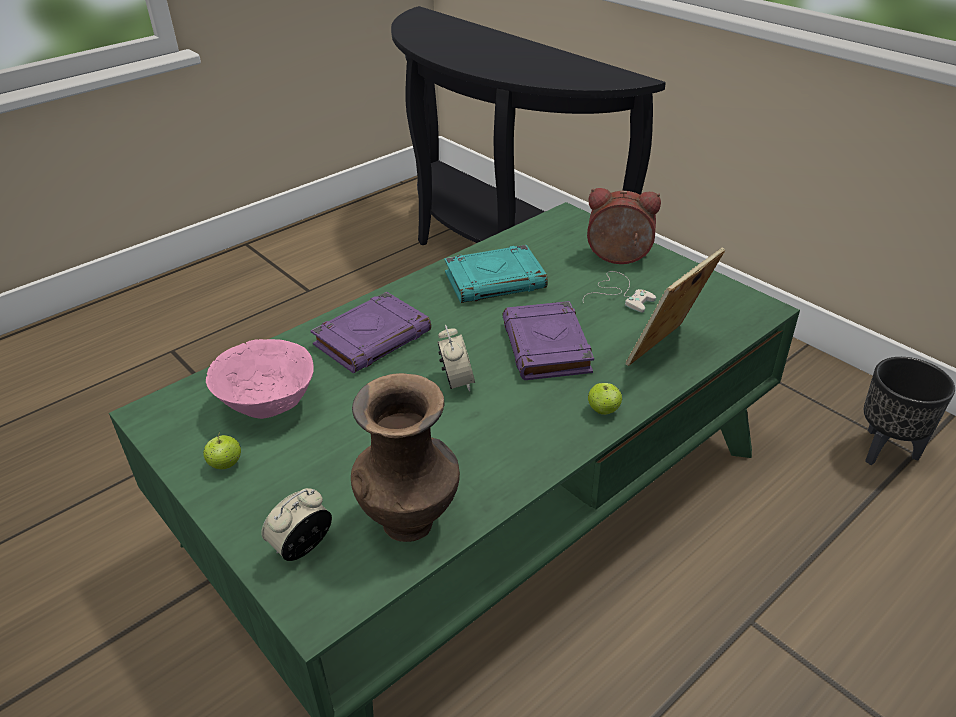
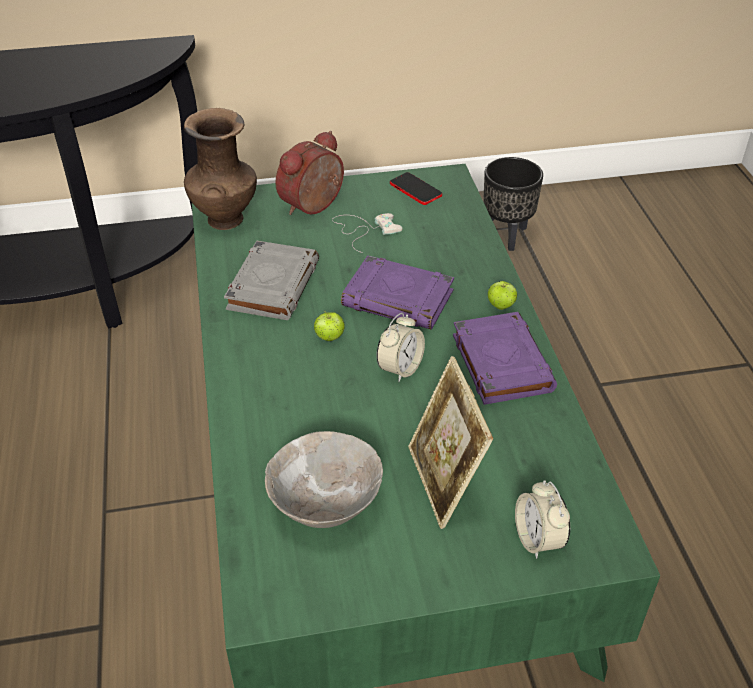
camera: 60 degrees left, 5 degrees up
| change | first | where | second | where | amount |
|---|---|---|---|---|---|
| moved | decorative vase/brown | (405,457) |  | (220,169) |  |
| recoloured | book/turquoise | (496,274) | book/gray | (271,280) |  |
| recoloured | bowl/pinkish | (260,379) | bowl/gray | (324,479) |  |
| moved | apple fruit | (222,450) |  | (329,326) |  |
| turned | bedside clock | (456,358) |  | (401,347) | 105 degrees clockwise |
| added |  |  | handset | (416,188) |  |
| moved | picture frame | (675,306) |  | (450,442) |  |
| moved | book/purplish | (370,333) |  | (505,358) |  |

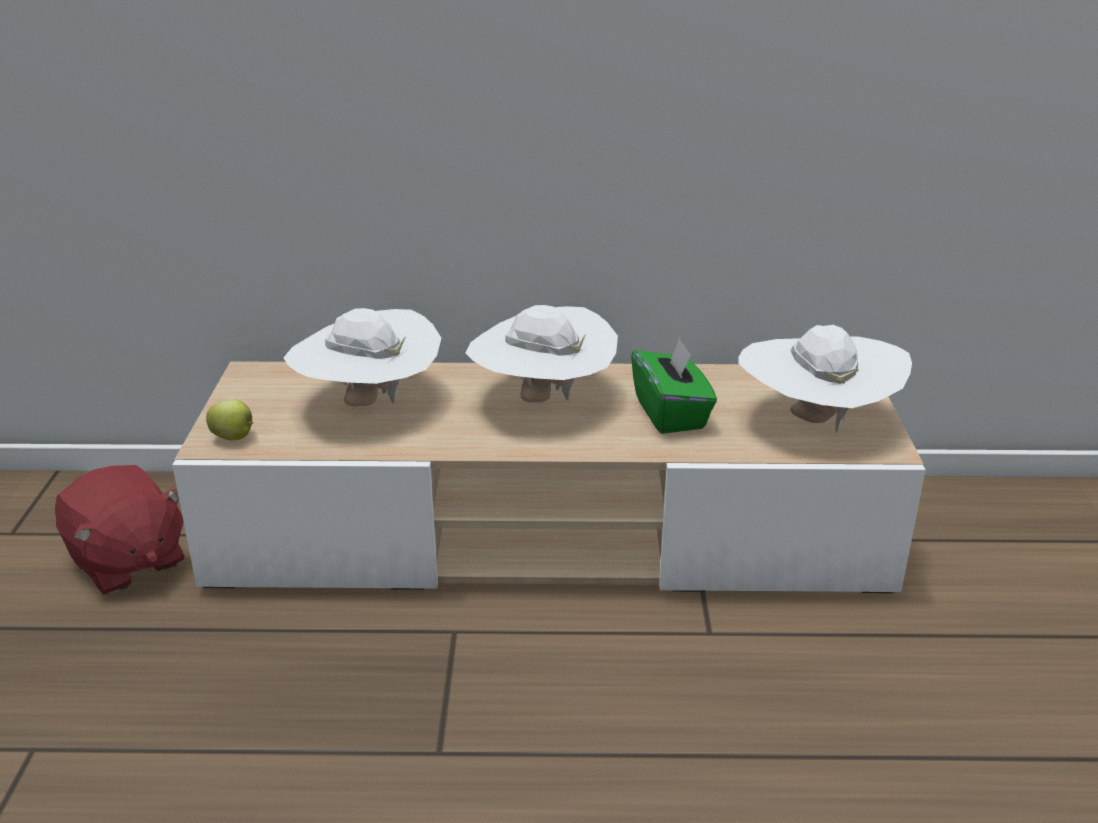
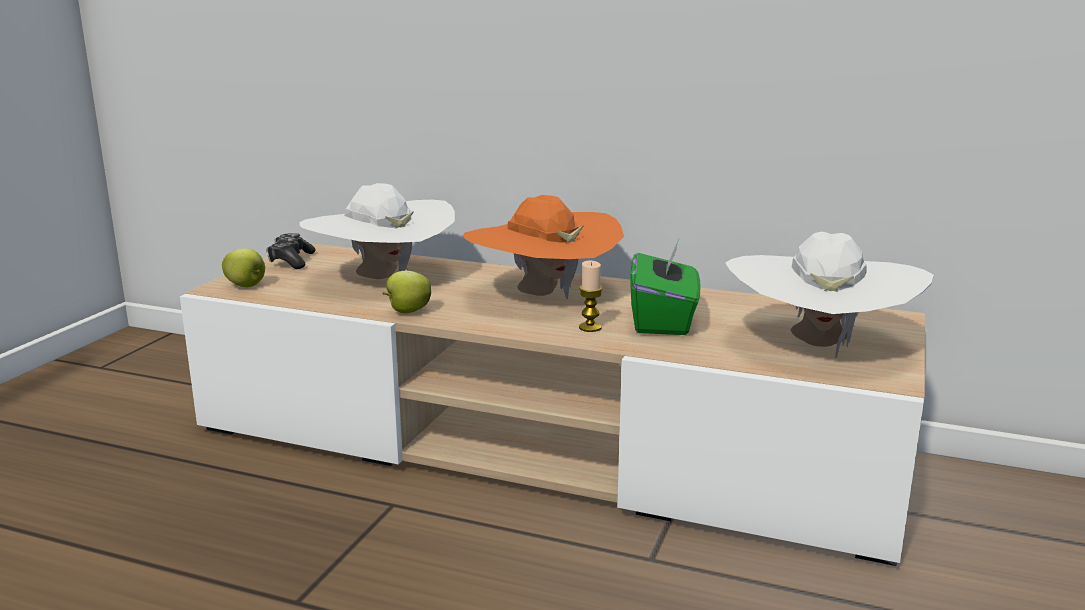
camera: 20 degrees right, 10 degrees down
| change | first | where | second | where | amount |
|---|---|---|---|---|---|
| added |  |  | gamepad | (291,251) |  |
| added |  |  | apple fruit | (406,292) |  |
| recoloured | hat/white-coloured | (541,353) | hat/orange-coloured | (543,247) |  |
| added |  |  | candle | (591,296) |  |
| removed | cuddly toy/reddish | (120,530) |  |  |  |

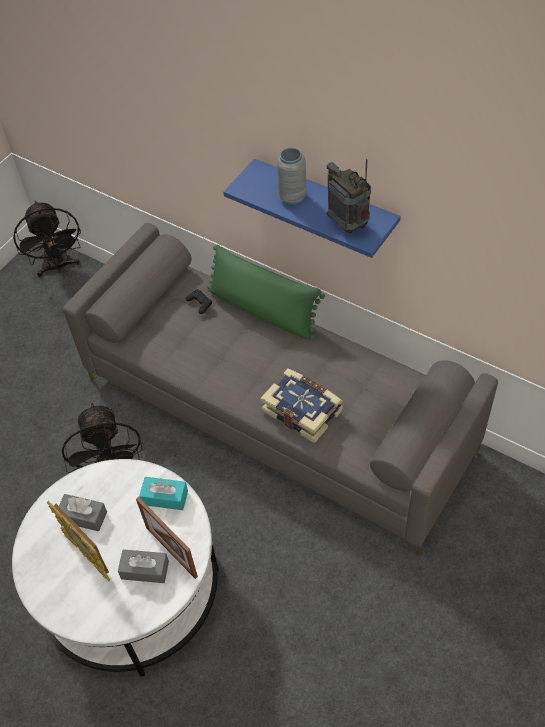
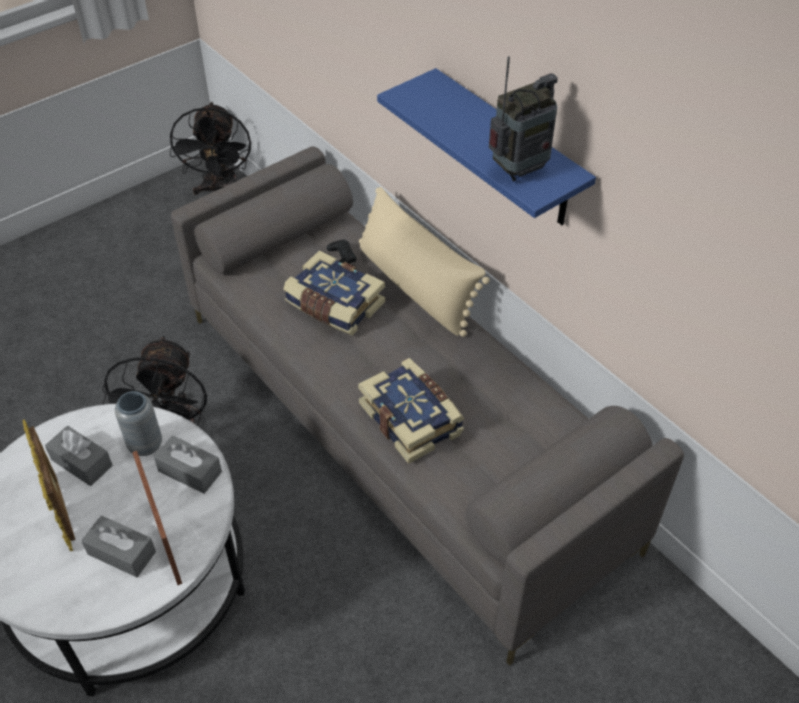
camera: 15 degrees right, 5 degrees down
| change | first | where | second | where | amount |
|---|---|---|---|---|---|
| moved | decorative vase/gray | (291,176) |  | (138,423) |  |
| recoloured | tissue box/turquoise | (163,493) | tissue box/gray | (188,465) |  |
| added |  |  | book | (334,293) |  |
| recoloured | throw pillow/green | (266,292) | throw pillow/beige | (424,262) |  |
| turned | radio set | (349,196) |  | (523,118) | 75 degrees clockwise |

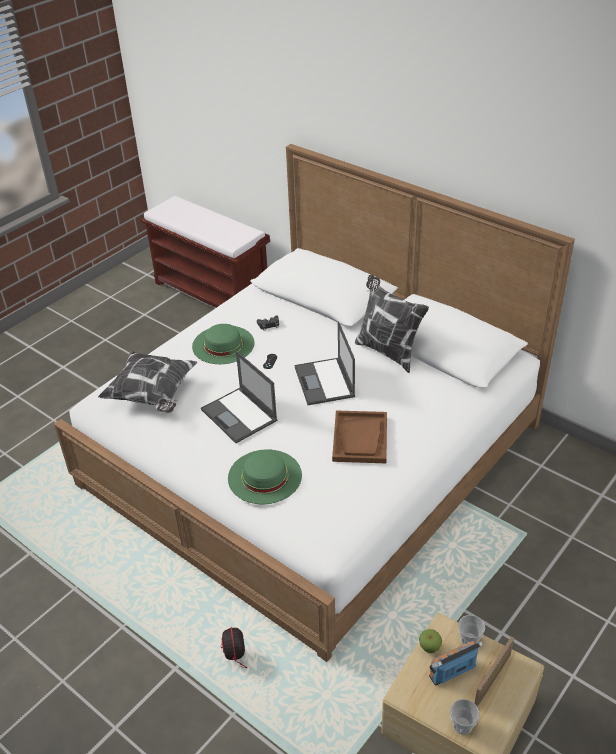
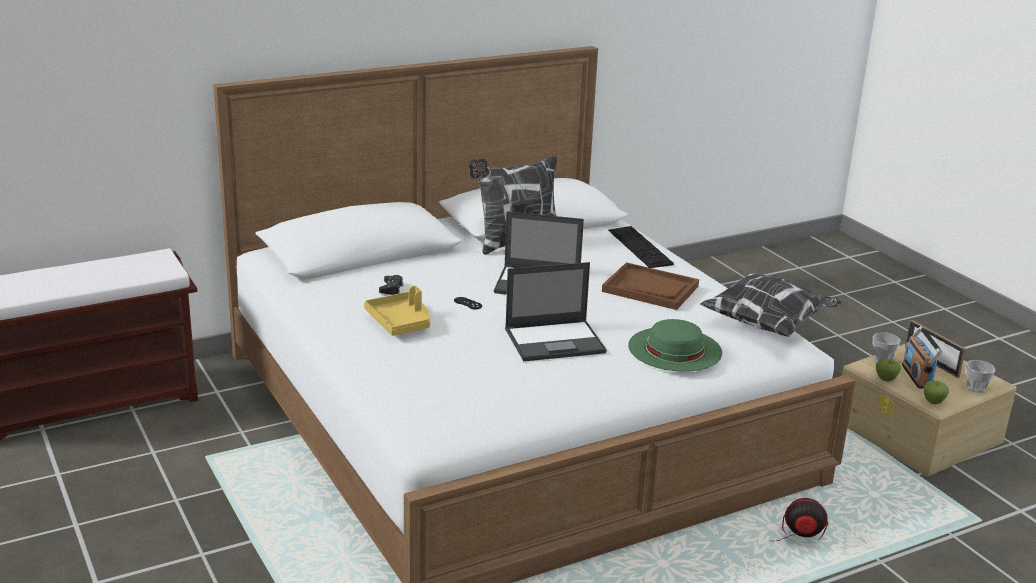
camera: 70 degrees left, 15 degrees down
| change | first | where | second | where | amount |
|---|---|---|---|---|---|
| replaced | hat/green | (223,344) | serving tray/yellow | (397,311) |  |
| added |  |  | computer keyboard | (641,247) |  |
| moved | throw pillow | (147,382) |  | (771,305) |  |
| added |  |  | apple fruit | (936,392) |  |

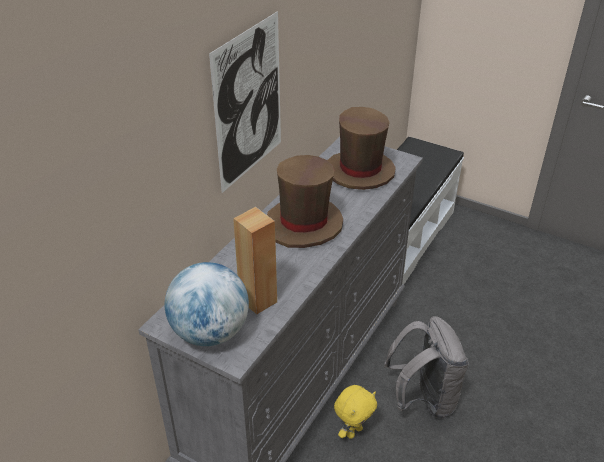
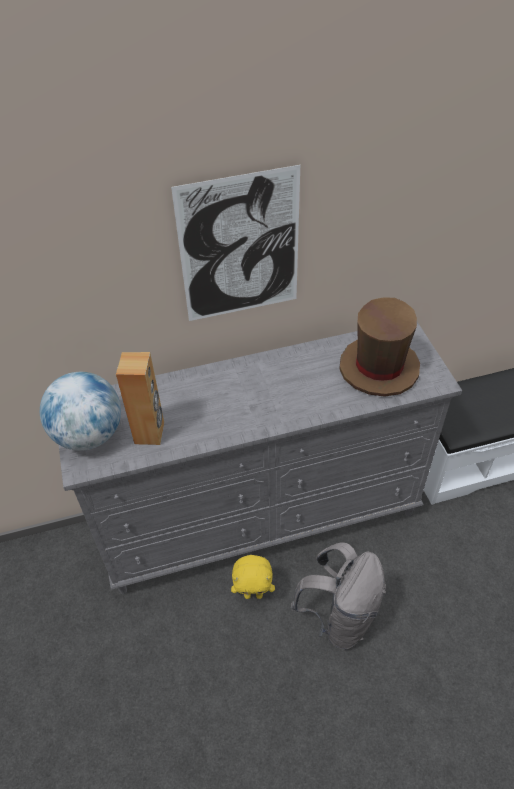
camera: 45 degrees right, 10 degrees up
| change | first | where | second | where | amount |
|---|---|---|---|---|---|
| removed | hat/brown | (305,201) |  |  |  |

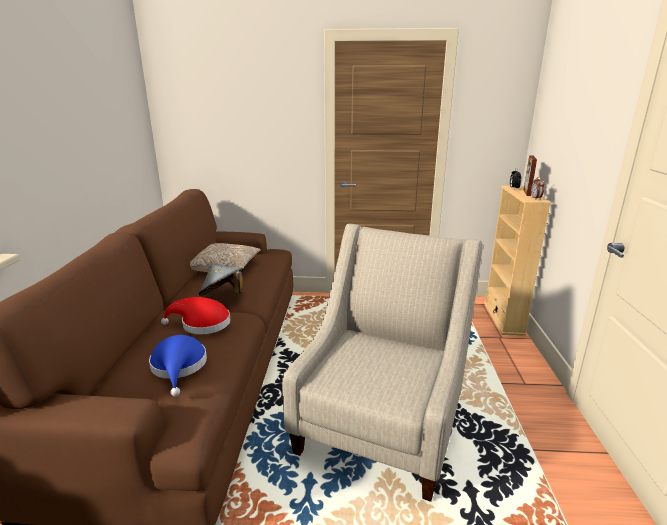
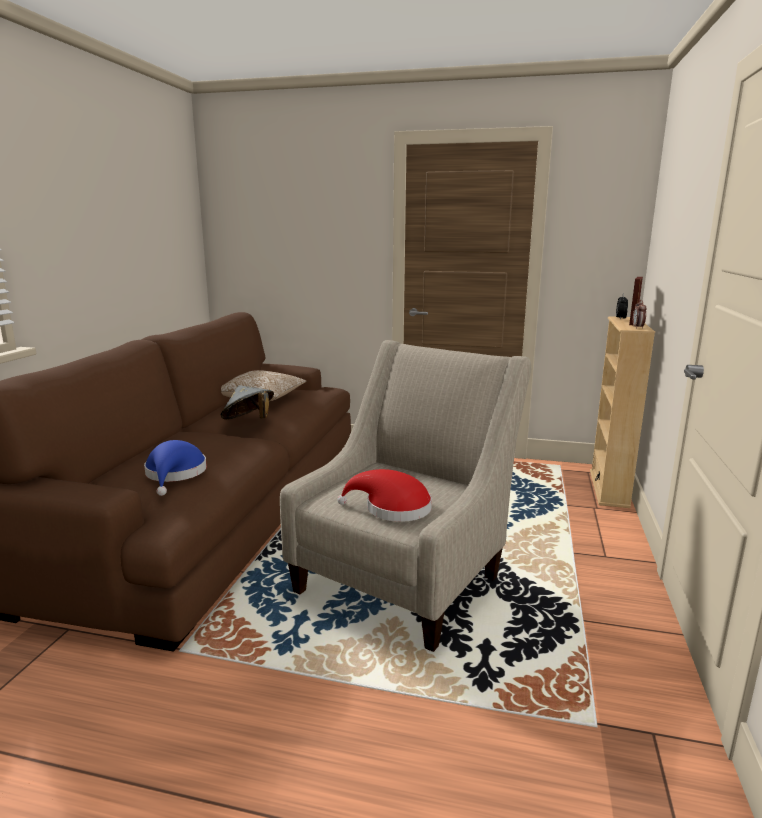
camera: 10 degrees right, 5 degrees down
| change | first | where | second | where | amount |
|---|---|---|---|---|---|
| moved | hat/reddish | (195,315) |  | (384,495) |  |

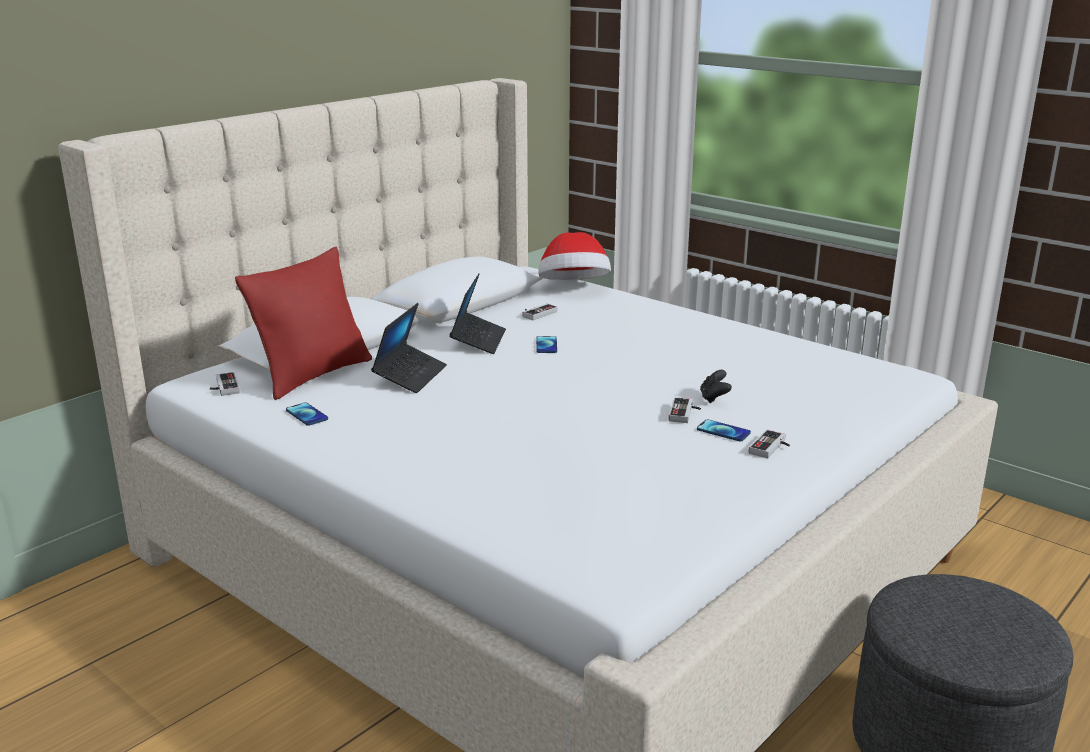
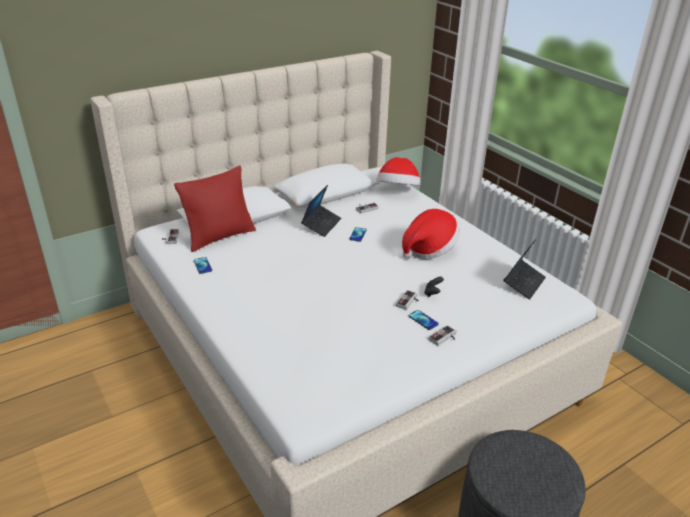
camera: 15 degrees right, 10 degrees up
| change | first | where | second | where | amount |
|---|---|---|---|---|---|
| added |  |  | hat | (431,234) |  |
| moved | laptop | (409,348) |  | (524,269) |  |

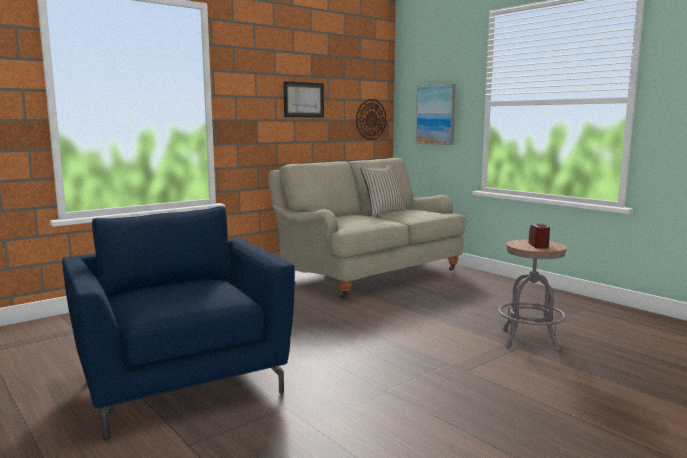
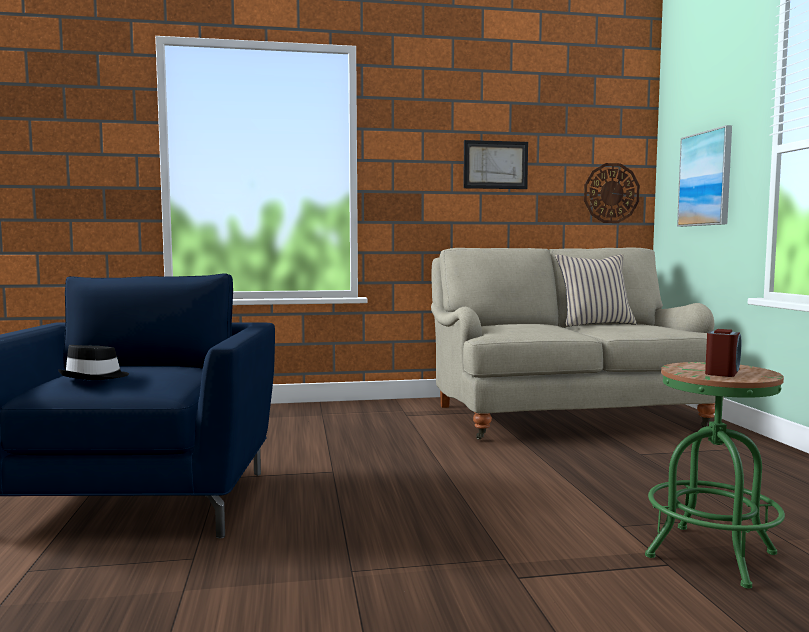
camera: 30 degrees right, 5 degrees down
| change | first | where | second | where | amount |
|---|---|---|---|---|---|
| added |  |  | hat/black | (93,362) |  |
| recoloured | stool/gray | (532,295) | stool/green | (715,475) |  |

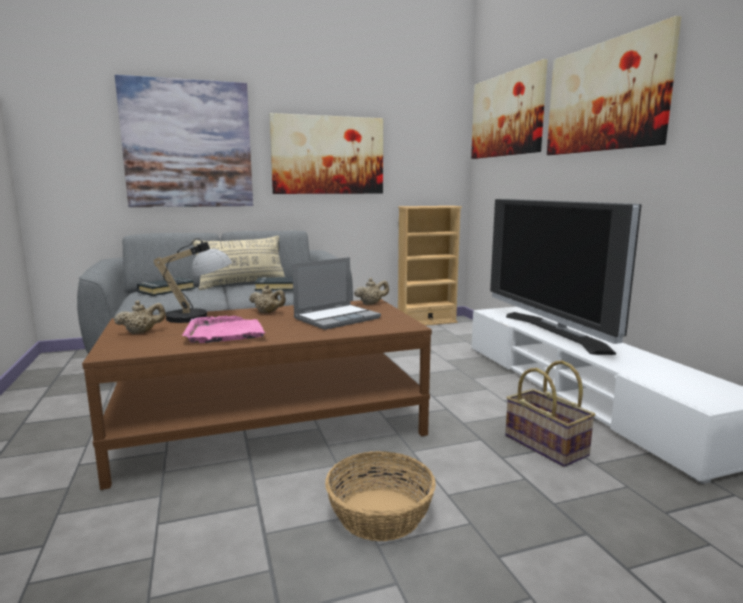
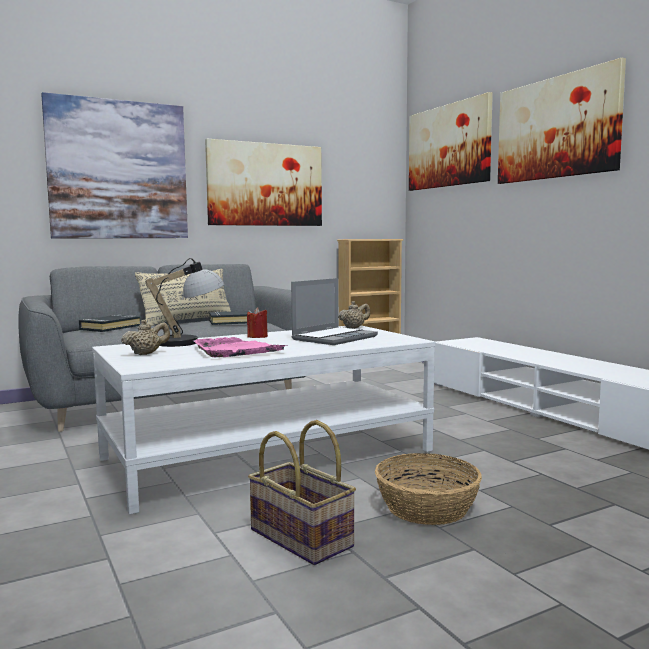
camera: 10 degrees left, 5 degrees down
| change | first | where | second | where | amount |
|---|---|---|---|---|---|
| recoloured | lounge table/brown | (257,394) | lounge table/white-coloured | (263,419) |  |
| replaced | teapot/beige | (267,299) | candle/reddish | (257,323) |  |
| moved | household basket | (550,413) |  | (302,492) |  |
| removed | TV | (565,277) |  |  |  |

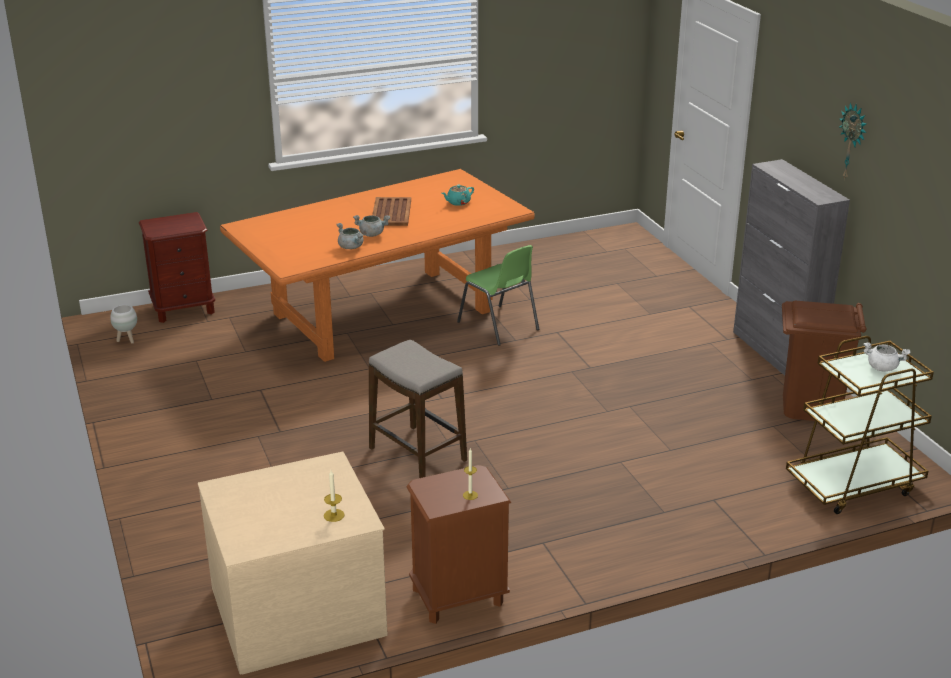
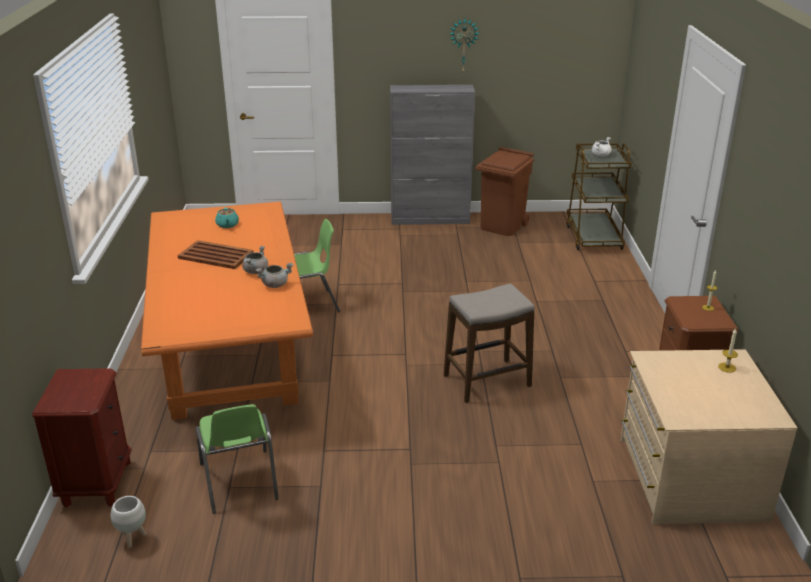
camera: 70 degrees left, 0 degrees up
| change | first | where | second | where | amount |
|---|---|---|---|---|---|
| added |  |  | upright chair/green | (237,459) |  |

